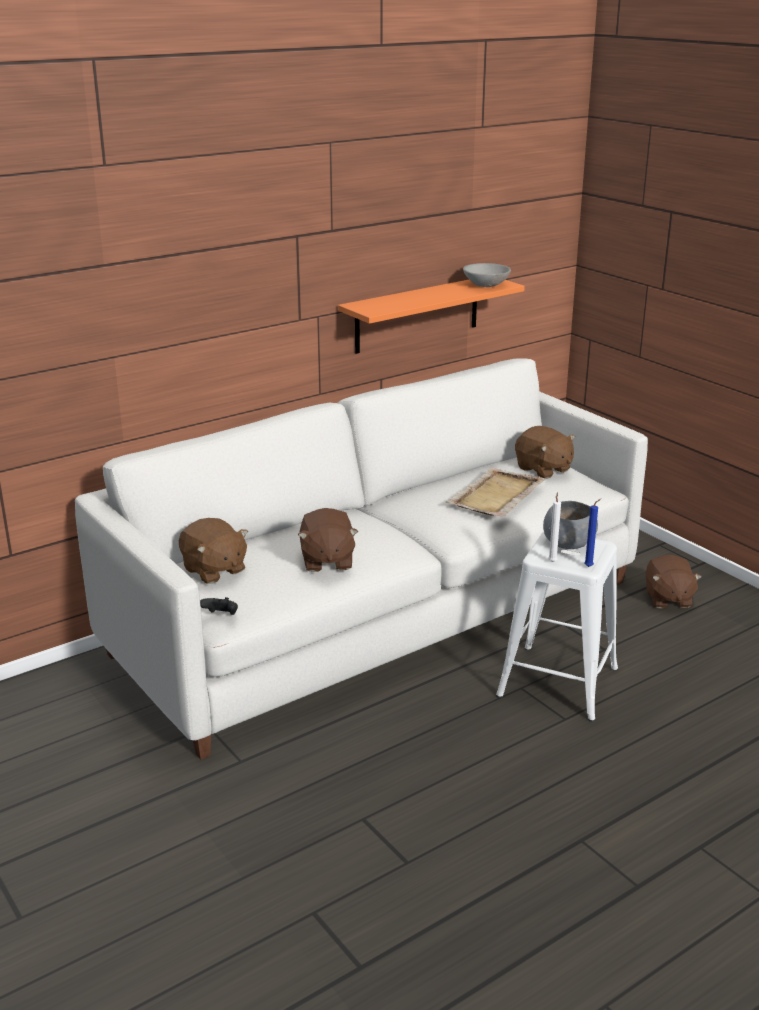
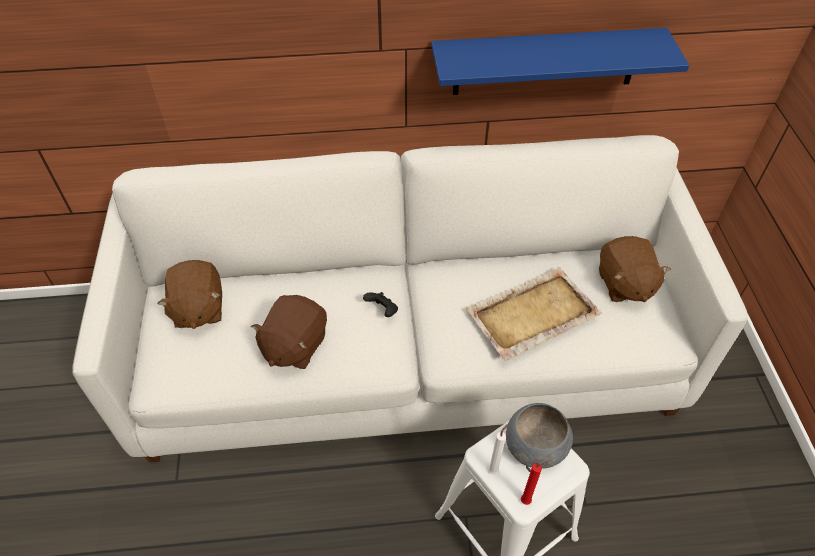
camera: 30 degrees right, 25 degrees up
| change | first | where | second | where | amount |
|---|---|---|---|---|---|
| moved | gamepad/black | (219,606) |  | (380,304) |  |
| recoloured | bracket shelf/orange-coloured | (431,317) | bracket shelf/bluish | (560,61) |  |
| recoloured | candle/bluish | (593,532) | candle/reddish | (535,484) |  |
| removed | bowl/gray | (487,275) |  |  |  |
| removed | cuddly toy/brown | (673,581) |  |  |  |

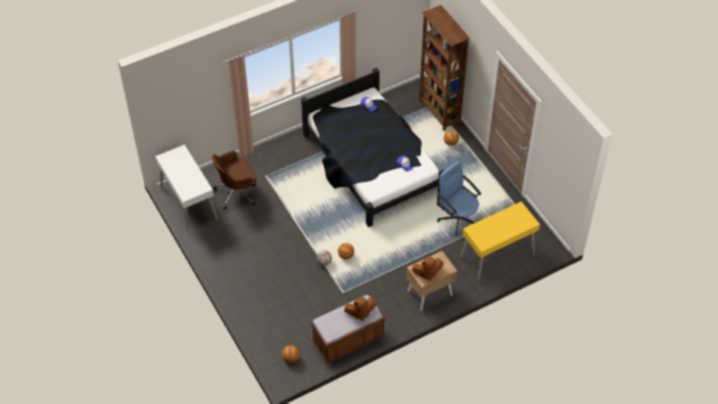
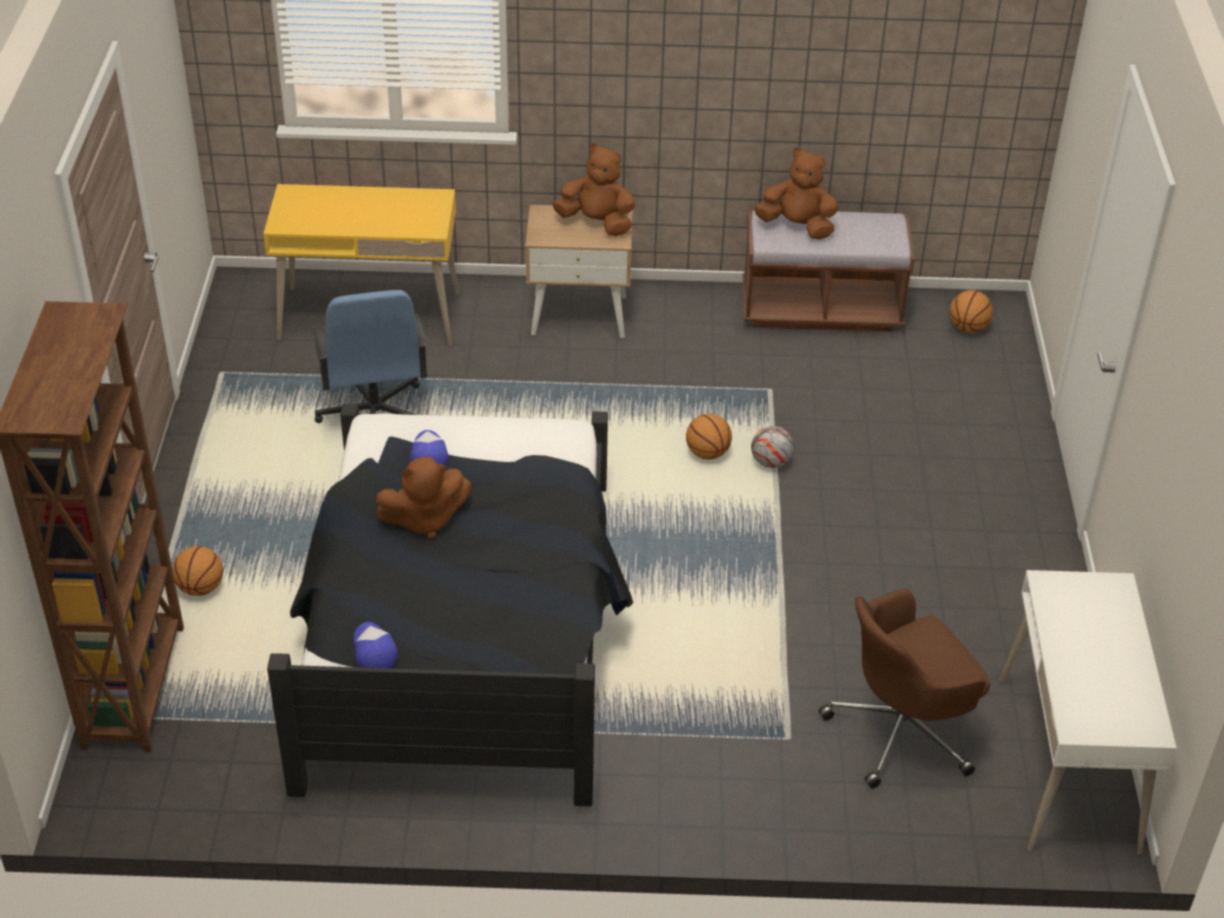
camera: 150 degrees left, 10 degrees down
| change | first | where | second | where | amount |
|---|---|---|---|---|---|
| added |  |  | cuddly toy/brown | (423,498) |  |
| turned | desk chair/brown | (234,179) |  | (904,688) | 150 degrees clockwise |

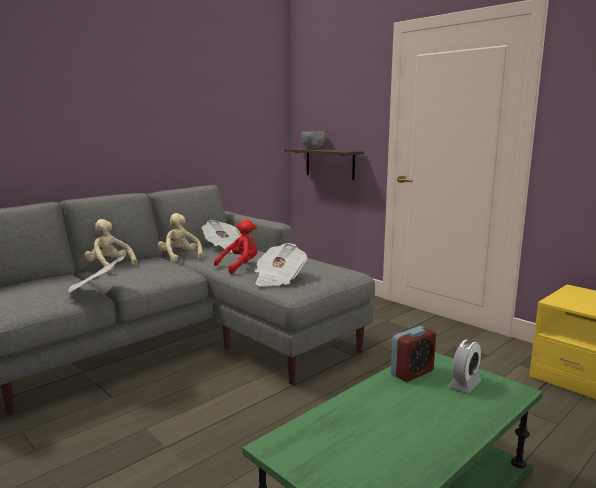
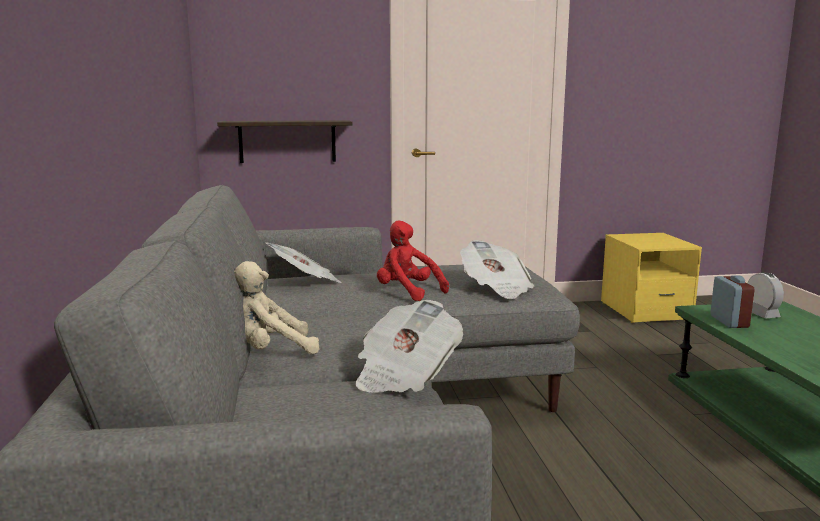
camera: 55 degrees left, 0 degrees up
| change | first | where | second | where | amount |
|---|---|---|---|---|---|
| turned | cuddly toy/reddish | (236,246) |  | (413,260) | 45 degrees counterclockwise |
| removed | cuddly toy/beige | (180,238) |  |  |  |
| removed | bowl/gray | (313,140) |  |  |  |

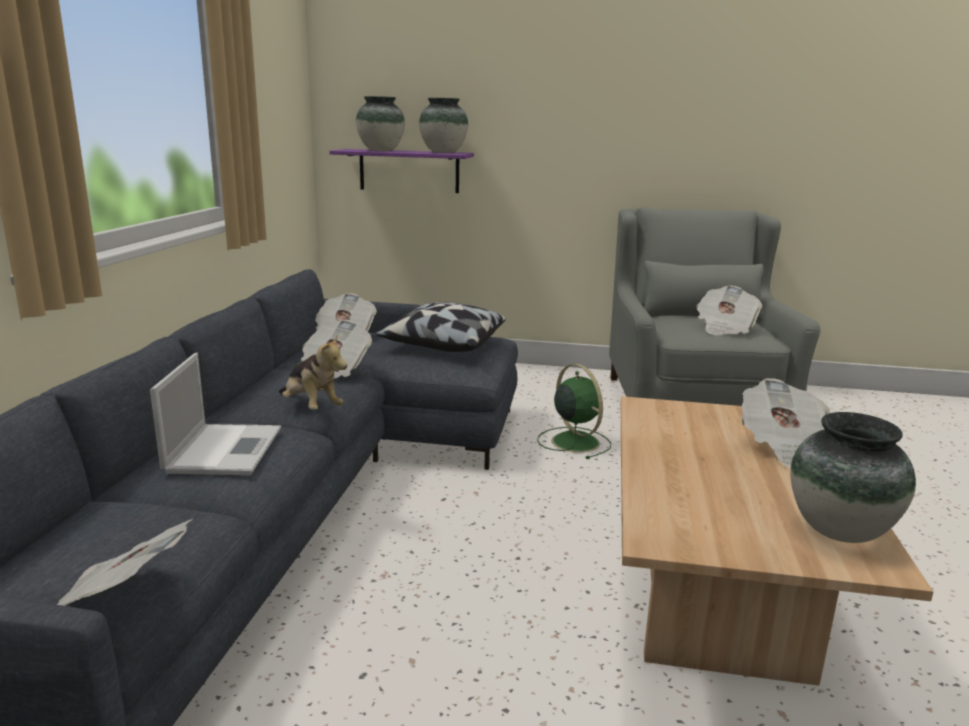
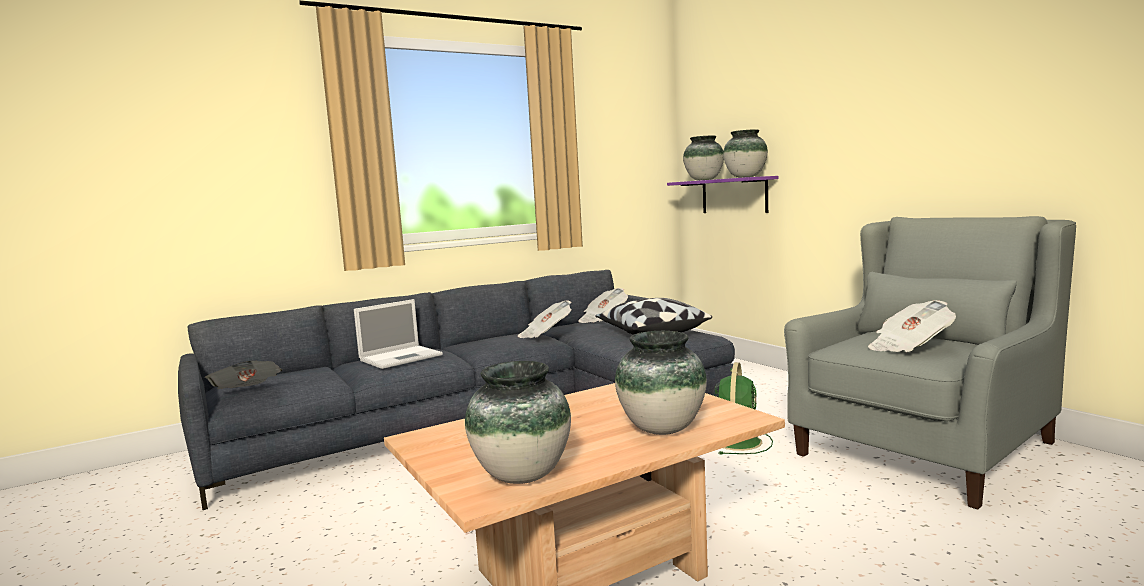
camera: 50 degrees right, 10 degrees down
| change | first | where | second | where | amount |
|---|---|---|---|---|---|
| replaced | newspaper | (785,423) | decorative vase | (661,383) |  |
| removed | cuddly toy | (313,372) |  |  |  |

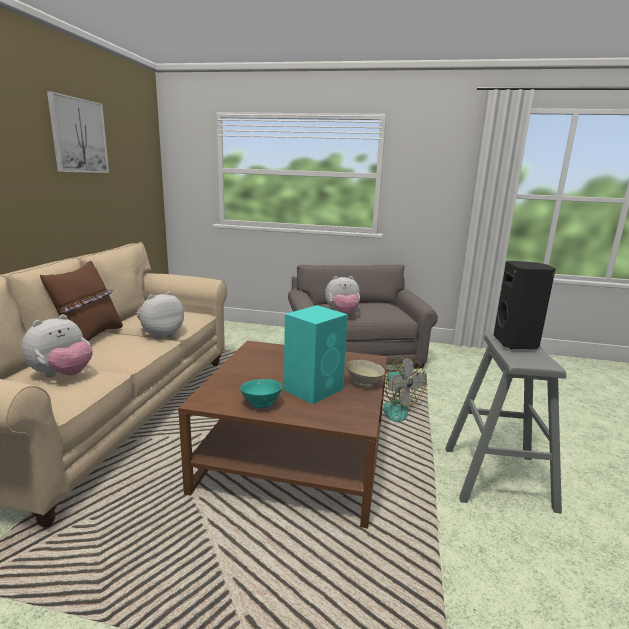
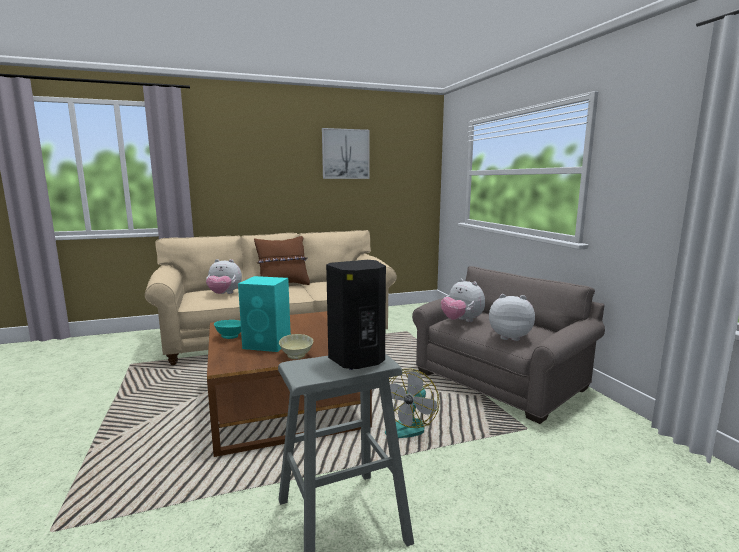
camera: 60 degrees right, 5 degrees down
| change | first | where | second | where | amount |
|---|---|---|---|---|---|
| moved | cuddly toy | (160,315) |  | (512,317) |  |

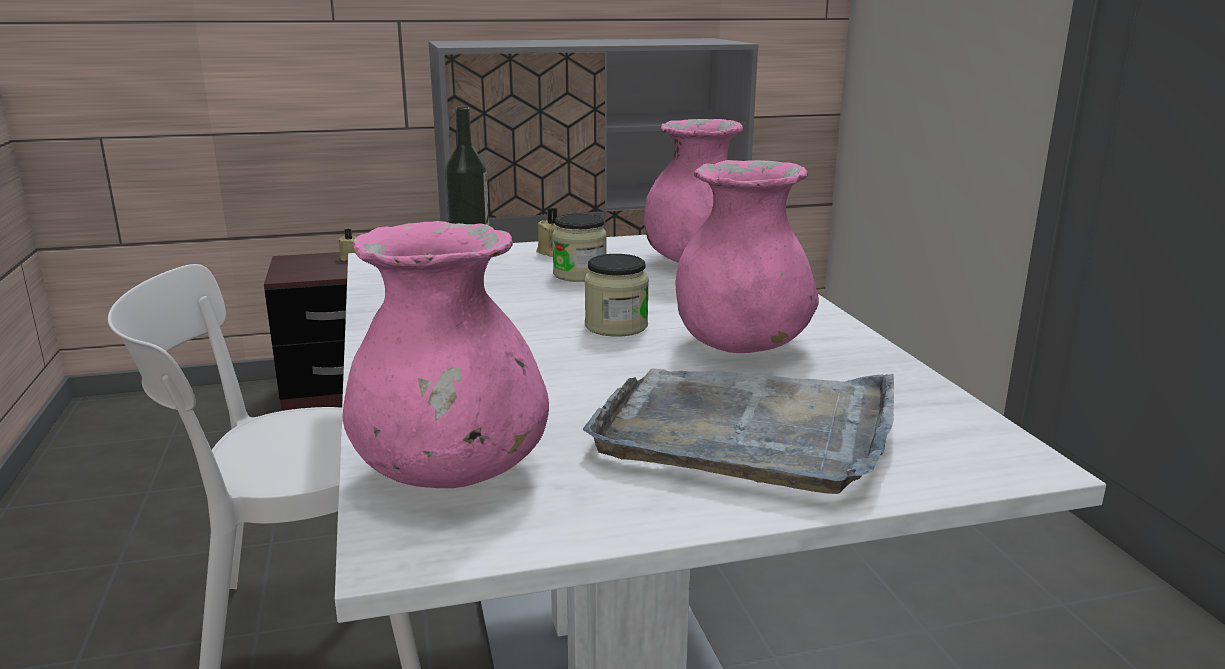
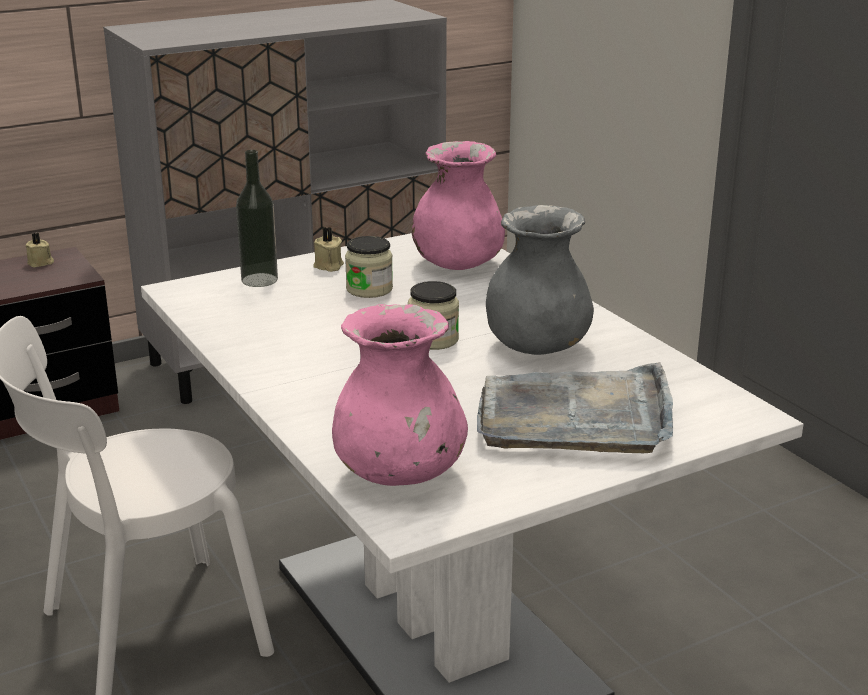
camera: 15 degrees left, 5 degrees up
| change | first | where | second | where | amount |
|---|---|---|---|---|---|
| recoloured | decorative vase/pinkish | (747,256) | decorative vase/gray | (540,280) |  |

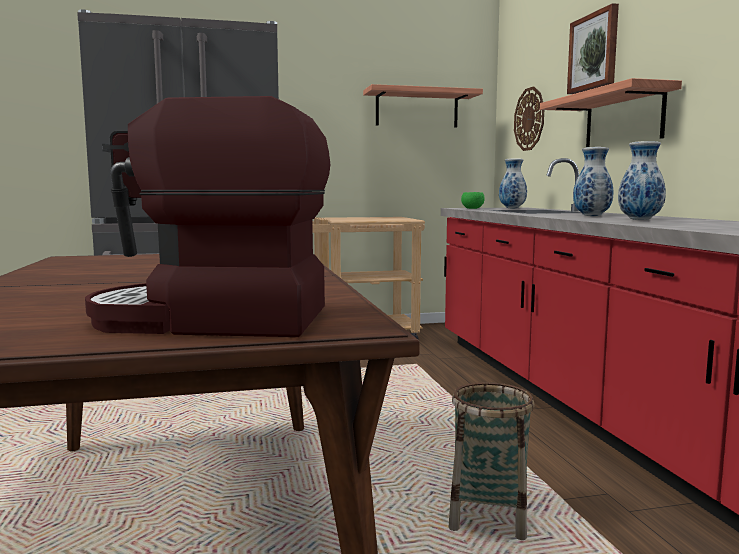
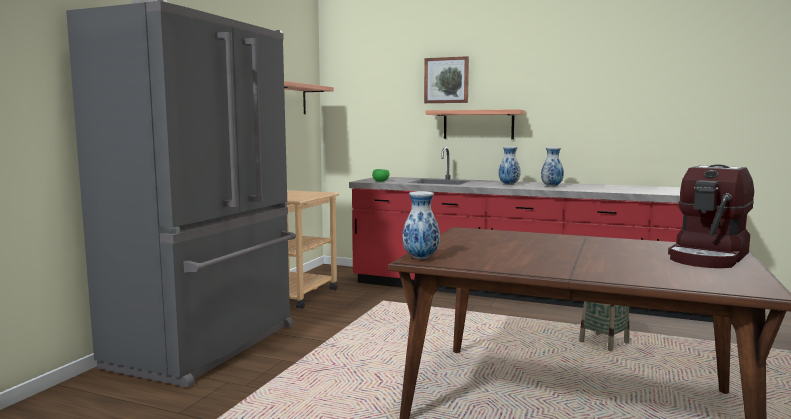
camera: 55 degrees left, 0 degrees up
| change | first | where | second | where | amount |
|---|---|---|---|---|---|
| moved | decorative vase | (513,183) |  | (421,225) |  |
| removed | clock on the wall | (529,118) |  |  |  |

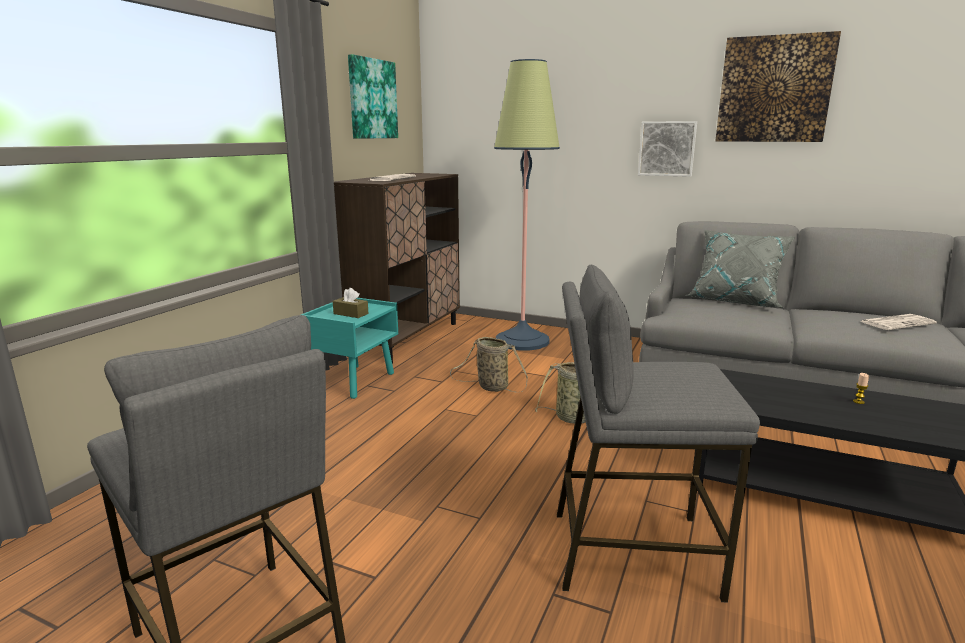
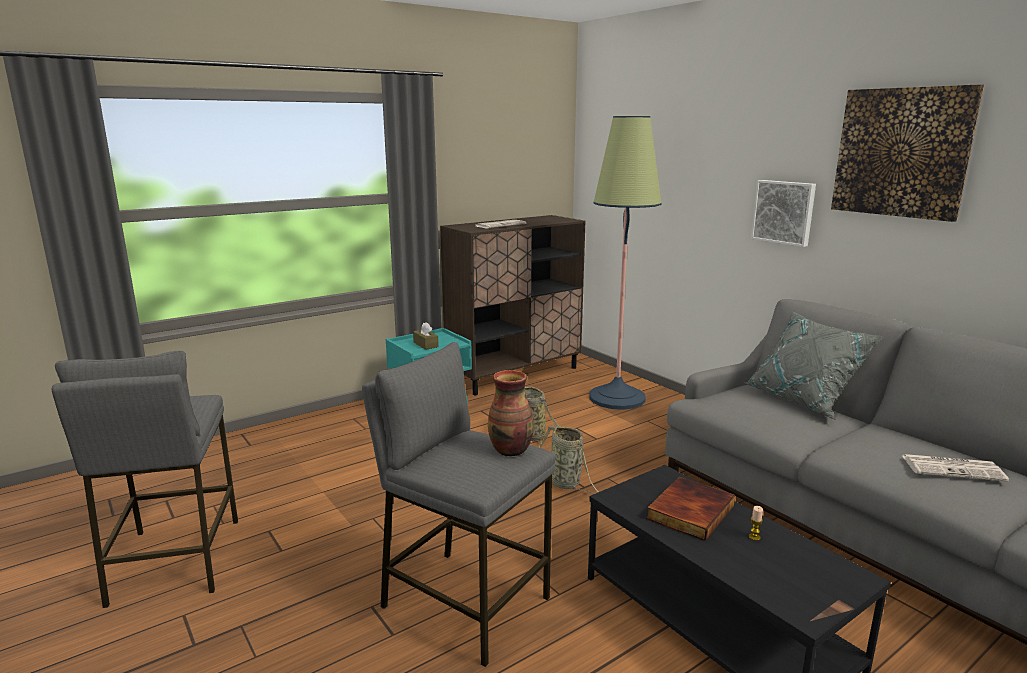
camera: 30 degrees right, 0 degrees up
| change | first | where | second | where | amount |
|---|---|---|---|---|---|
| added |  |  | decorative vase | (511,413) |  |
| added |  |  | book | (690,509) |  |
| removed | wall art | (373,96) |  |  |  |

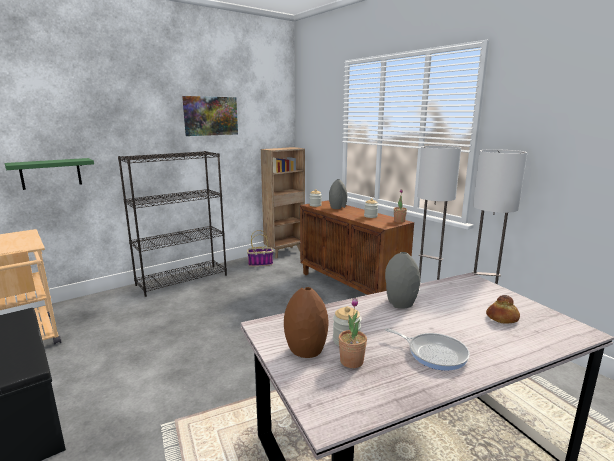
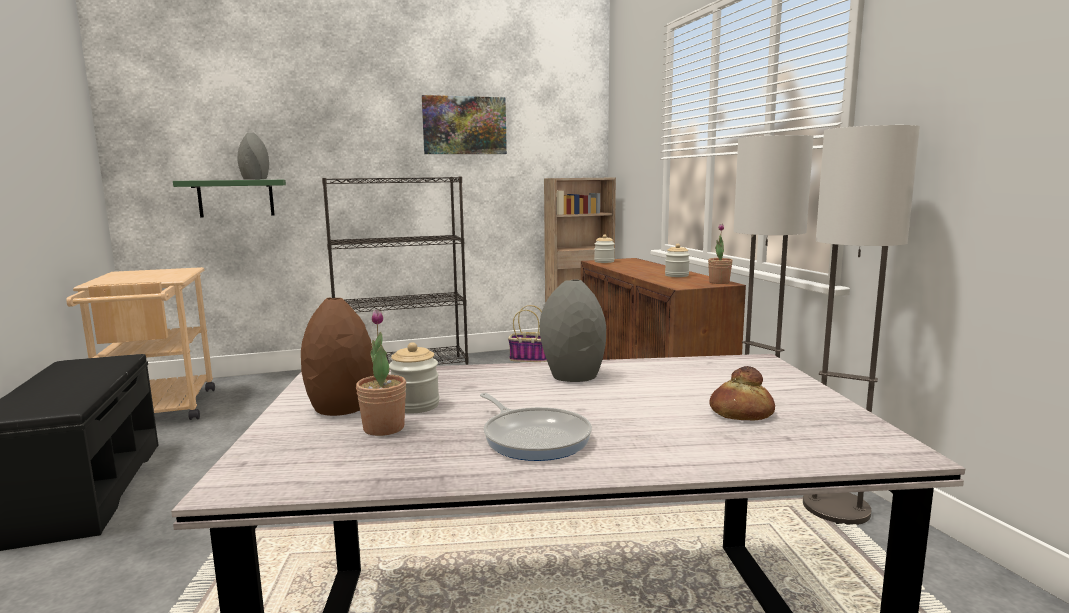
camera: 20 degrees right, 5 degrees down
| change | first | where | second | where | amount |
|---|---|---|---|---|---|
| moved | decorative vase/gray | (338,194) |  | (253,156) |  |

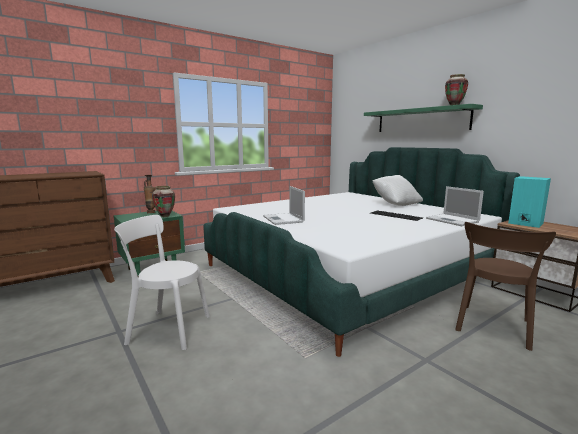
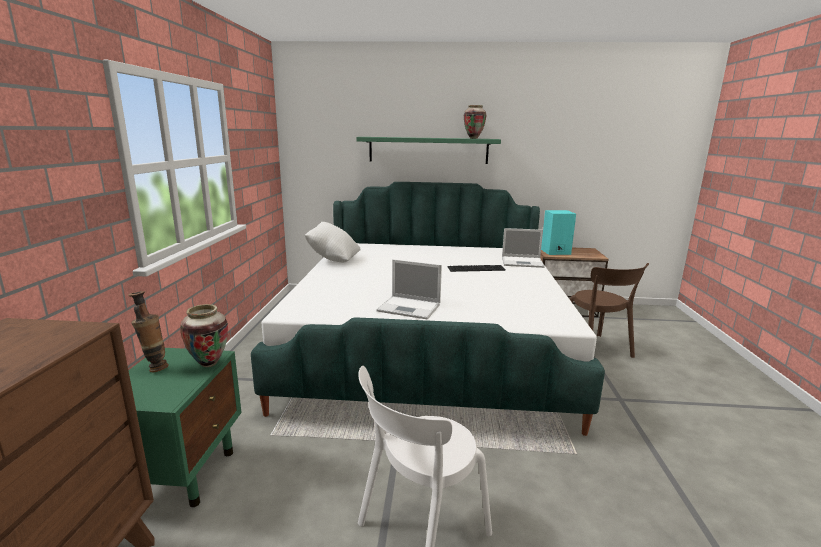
camera: 50 degrees left, 5 degrees up
| change | first | where | second | where | amount |
|---|---|---|---|---|---|
| moved | throw pillow/white-coloured | (398,190) |  | (332,242) |  |

